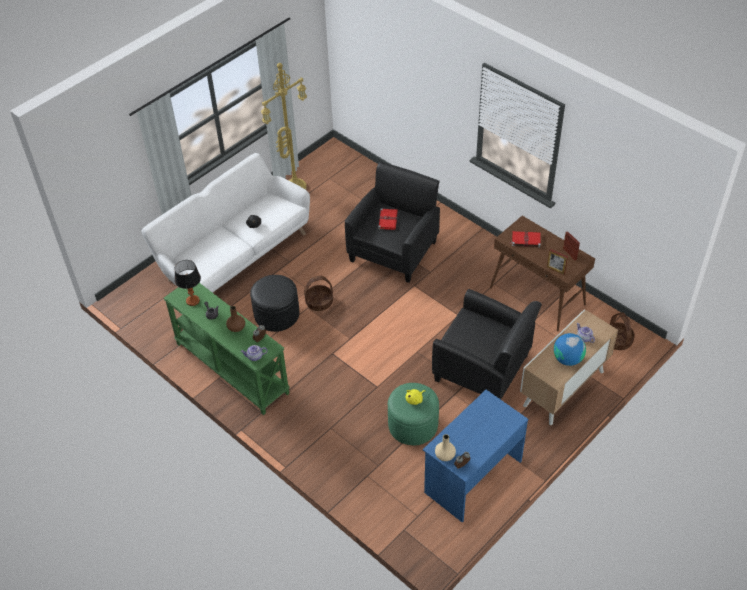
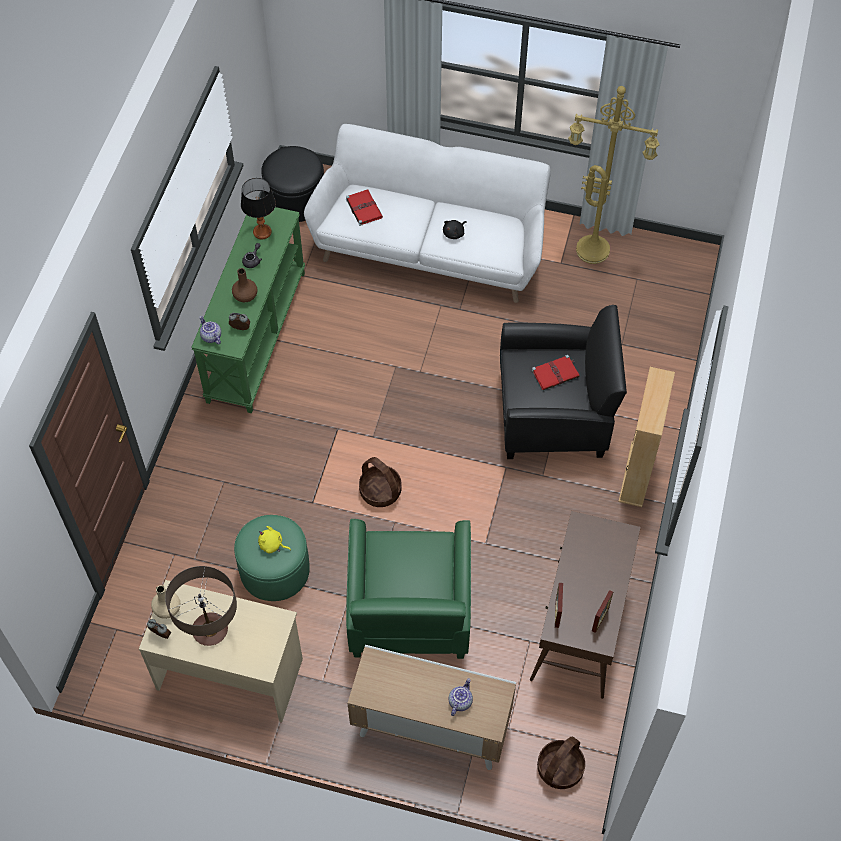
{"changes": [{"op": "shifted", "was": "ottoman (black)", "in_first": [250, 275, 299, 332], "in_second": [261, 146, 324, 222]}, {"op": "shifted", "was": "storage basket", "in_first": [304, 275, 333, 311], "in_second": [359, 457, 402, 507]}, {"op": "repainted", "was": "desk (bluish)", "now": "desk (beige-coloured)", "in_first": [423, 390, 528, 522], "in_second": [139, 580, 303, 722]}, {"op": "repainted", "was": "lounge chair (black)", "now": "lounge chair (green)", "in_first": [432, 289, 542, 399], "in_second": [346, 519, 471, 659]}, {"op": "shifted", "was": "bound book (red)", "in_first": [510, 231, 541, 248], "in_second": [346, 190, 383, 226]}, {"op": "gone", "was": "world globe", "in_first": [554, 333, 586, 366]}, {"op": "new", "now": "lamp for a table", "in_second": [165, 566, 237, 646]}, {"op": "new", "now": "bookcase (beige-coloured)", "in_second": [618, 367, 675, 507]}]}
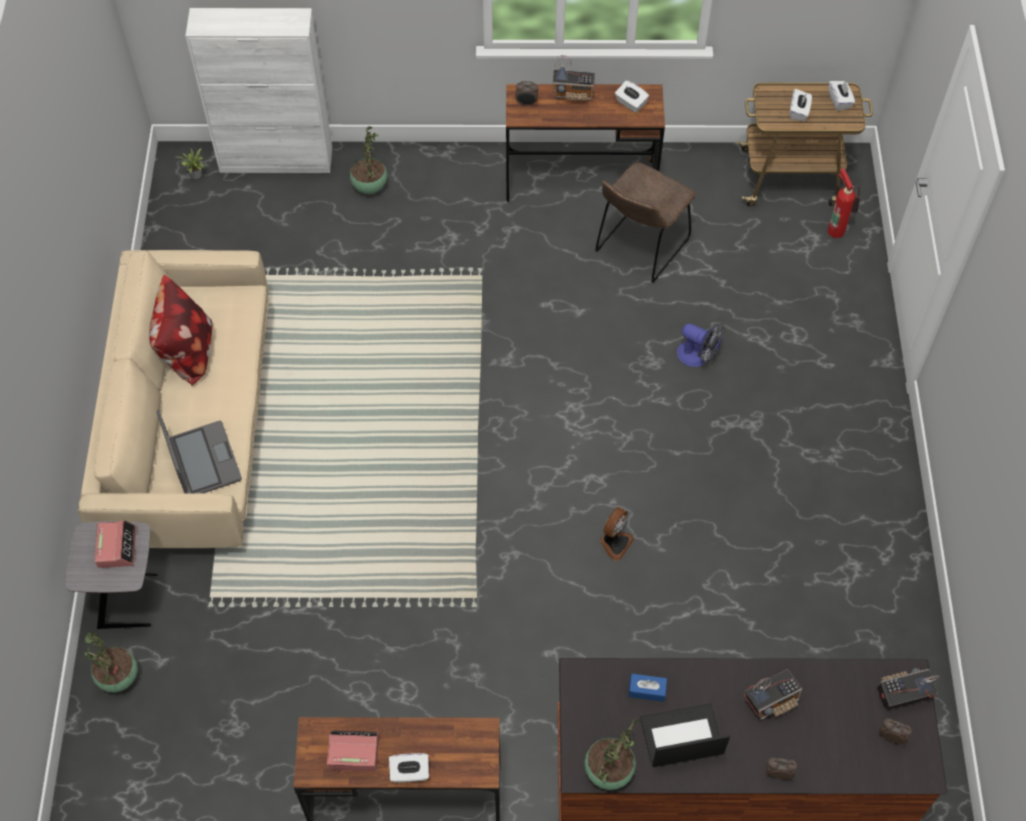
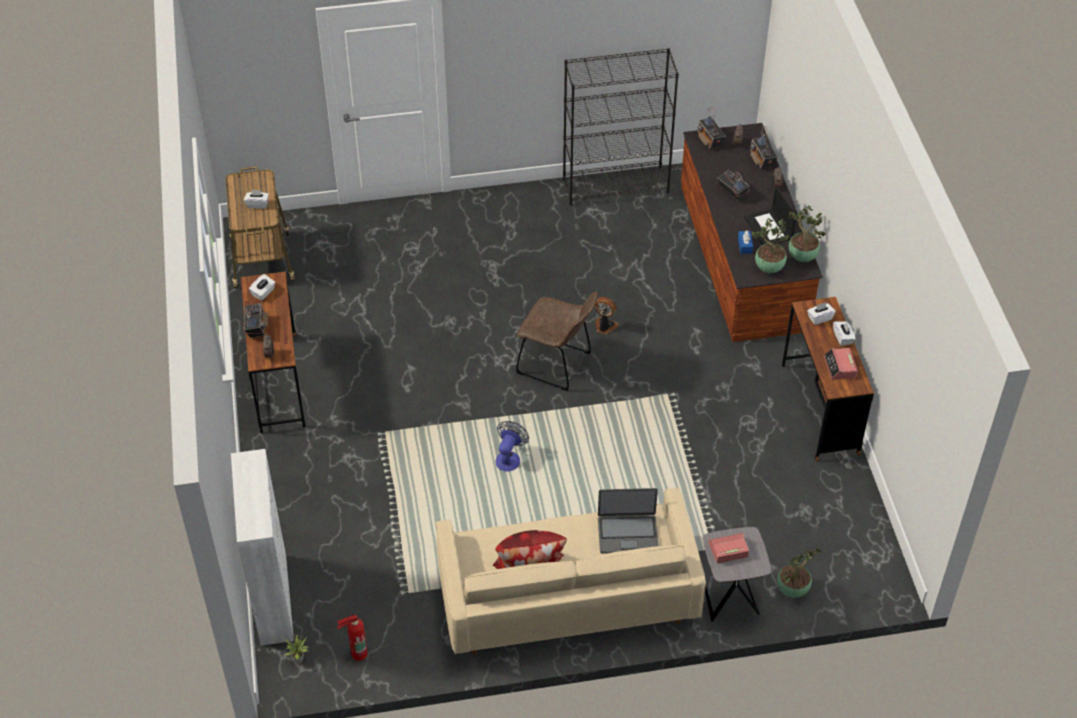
{"changes": [{"op": "rotated", "was": "laptop", "in_first": [157, 410, 242, 494], "in_second": [598, 488, 658, 554], "clockwise": -150}, {"op": "shifted", "was": "plant in a pot", "in_first": [350, 126, 387, 194], "in_second": [752, 218, 789, 273]}, {"op": "shifted", "was": "chair (brown-coloured)", "in_first": [595, 162, 697, 283], "in_second": [516, 292, 598, 391]}, {"op": "shifted", "was": "electric fan", "in_first": [677, 323, 725, 367], "in_second": [496, 421, 529, 472]}, {"op": "shifted", "was": "fire-fighting cylinder", "in_first": [828, 168, 860, 238], "in_second": [337, 613, 368, 661]}, {"op": "shifted", "was": "tissue holder (white-coloured)", "in_first": [829, 80, 855, 111], "in_second": [807, 303, 836, 325]}, {"op": "new", "now": "bookcase (black)", "in_second": [563, 48, 679, 205]}, {"op": "new", "now": "radio", "in_second": [750, 126, 778, 169]}]}
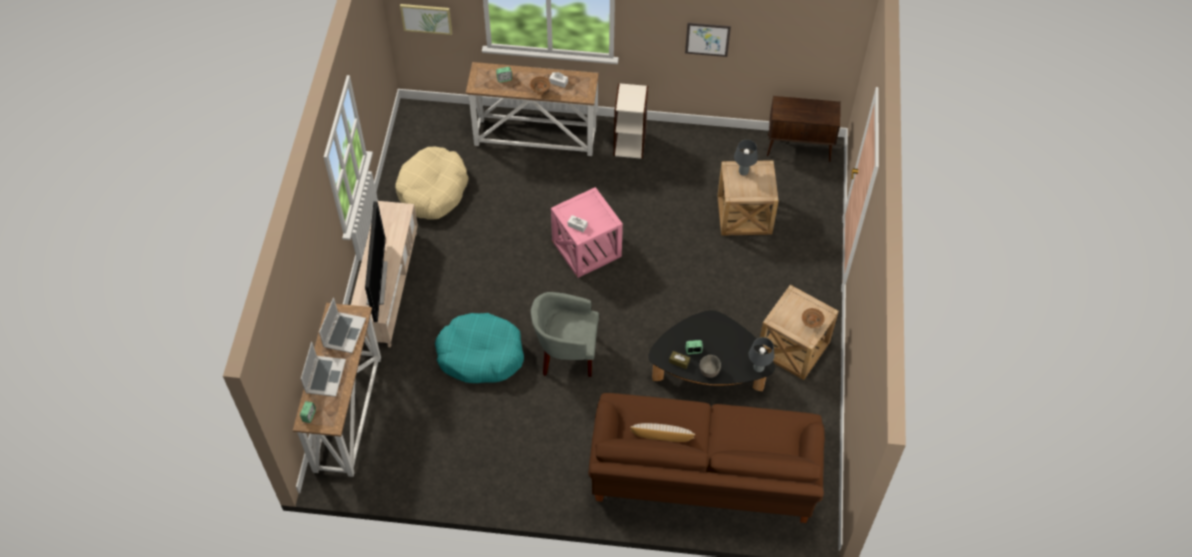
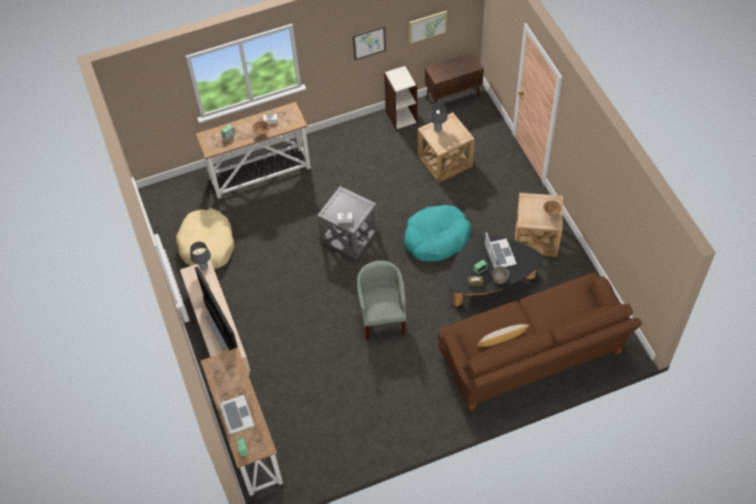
{"changes": [{"op": "shifted", "was": "laptop", "in_first": [319, 297, 366, 353], "in_second": [485, 232, 517, 268]}, {"op": "shifted", "was": "wall art", "in_first": [400, 4, 452, 35], "in_second": [409, 11, 447, 44]}, {"op": "shifted", "was": "dog bed (turquoise-coloured)", "in_first": [435, 313, 524, 383], "in_second": [404, 205, 471, 261]}, {"op": "rotated", "was": "lounge chair (greyish)", "in_first": [531, 292, 599, 377], "in_second": [357, 261, 406, 339], "clockwise": 105}, {"op": "repainted", "was": "side table (pink)", "now": "side table (greyish)", "in_first": [551, 187, 623, 278], "in_second": [317, 186, 378, 260]}, {"op": "shifted", "was": "bookcase", "in_first": [614, 83, 648, 159], "in_second": [384, 65, 417, 130]}, {"op": "shifted", "was": "lamp for a table (greyish)", "in_first": [748, 337, 774, 372], "in_second": [190, 242, 211, 270]}]}
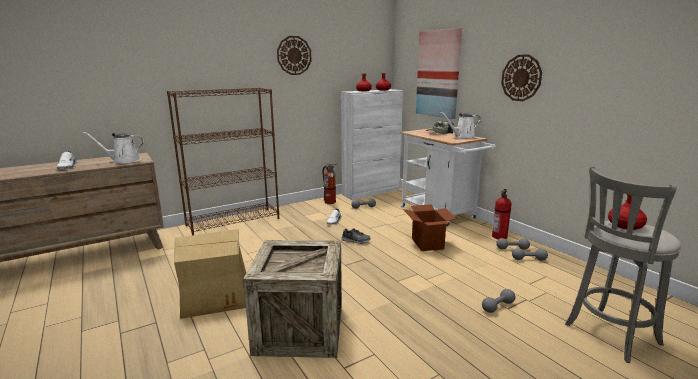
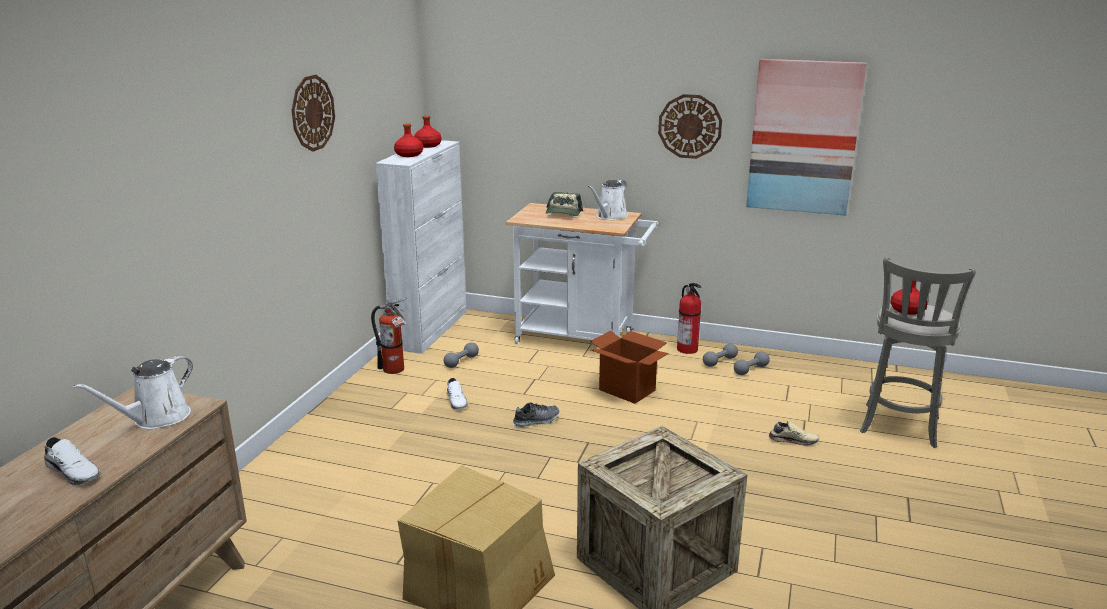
{"changes": [{"op": "gone", "was": "bookcase (brown-coloured)", "in_first": [167, 88, 279, 235]}, {"op": "shifted", "was": "wall art", "in_first": [416, 28, 462, 119], "in_second": [746, 59, 867, 216]}, {"op": "swapped", "was": "dumbbell (greyish)", "now": "low shoe (beige-coloured)", "in_first": [482, 289, 516, 313], "in_second": [768, 421, 820, 446]}]}
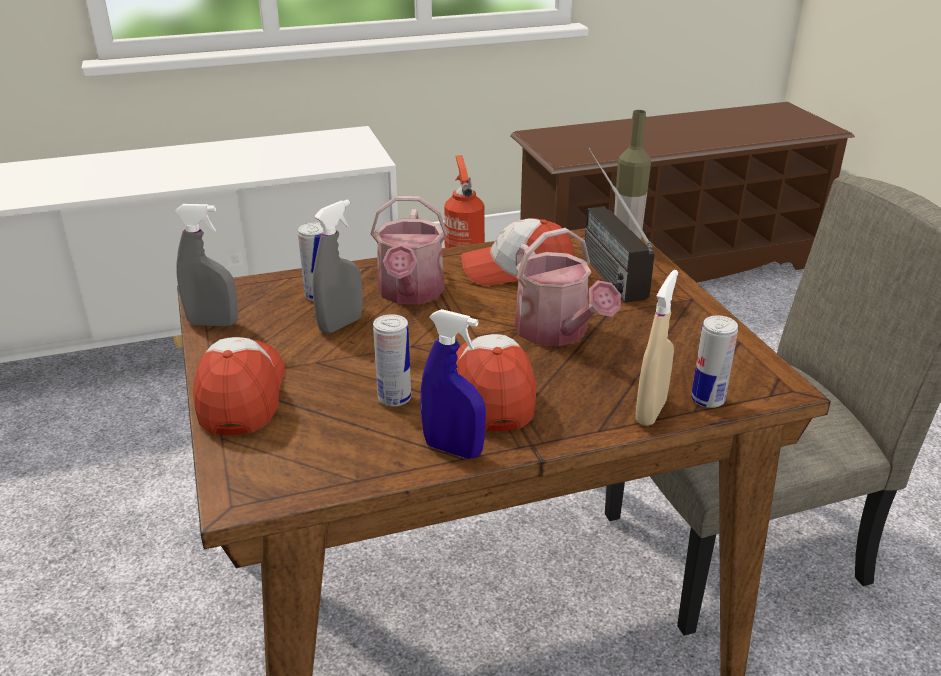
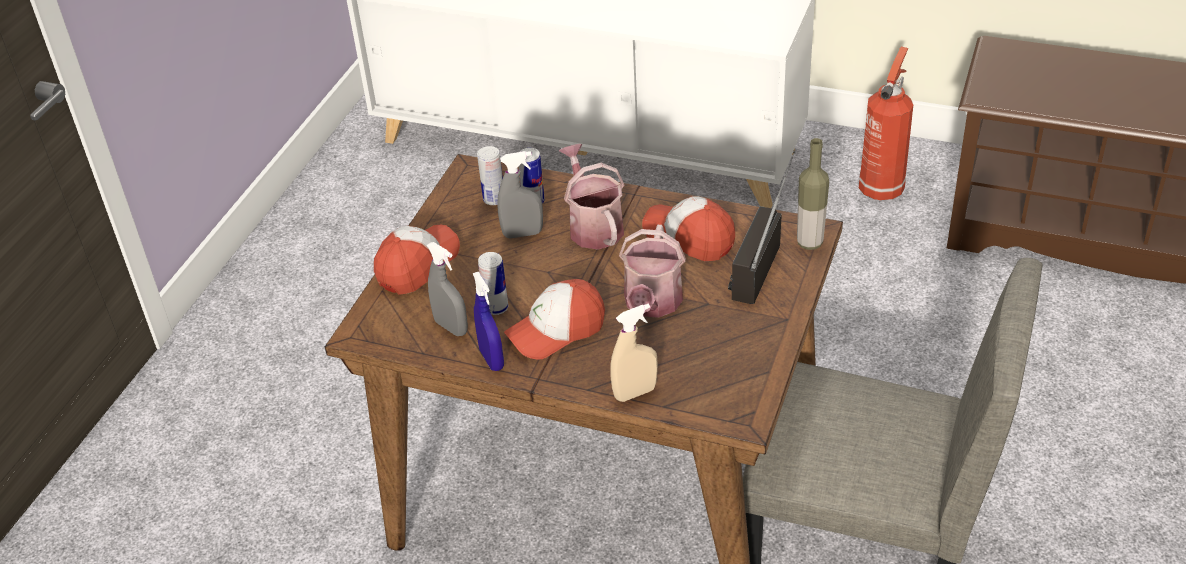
{"changes": [{"op": "shifted", "was": "hand sprayer (greyish)", "in_first": [174, 204, 238, 327], "in_second": [427, 242, 468, 336]}, {"op": "rotated", "was": "sprinkling can", "in_first": [371, 196, 448, 304], "in_second": [559, 143, 624, 250], "clockwise": 120}, {"op": "rotated", "was": "baseball cap", "in_first": [456, 334, 536, 432], "in_second": [504, 279, 605, 360], "clockwise": -150}, {"op": "shifted", "was": "can", "in_first": [691, 315, 738, 408], "in_second": [477, 146, 503, 205]}]}
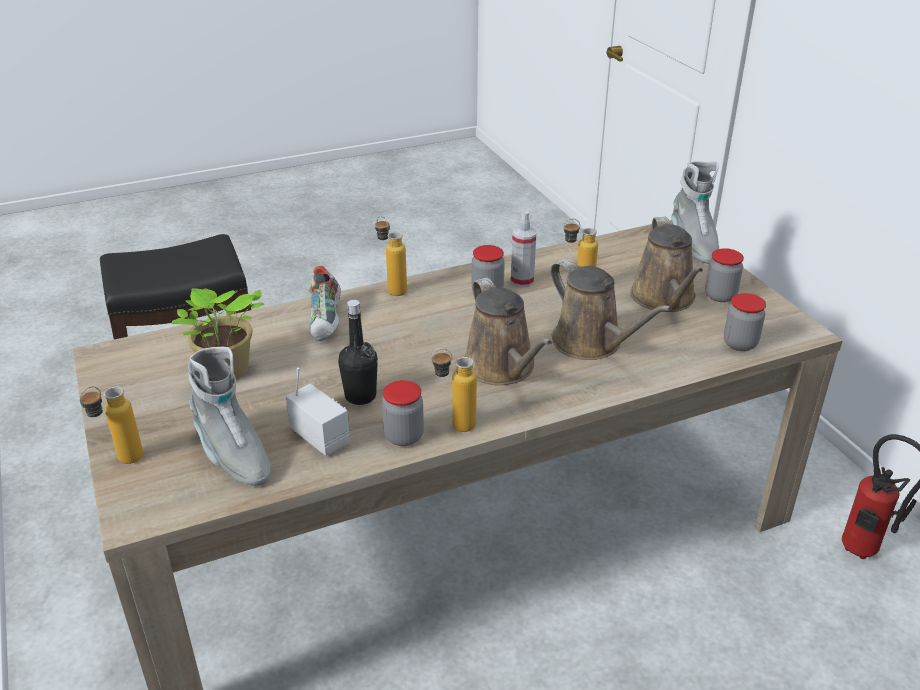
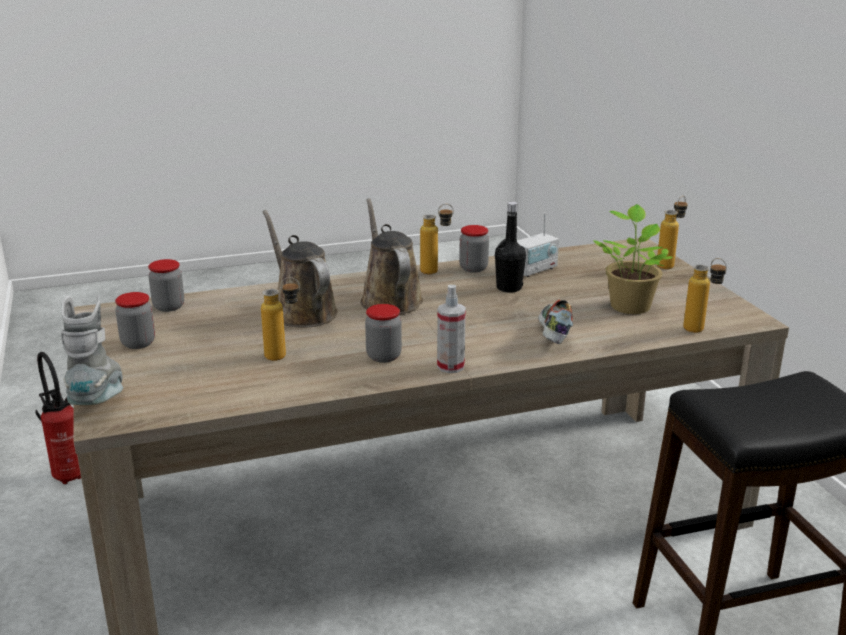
{"changes": [{"op": "gone", "was": "tall boot (greyish)", "in_first": [188, 347, 271, 486]}, {"op": "rotated", "was": "radio", "in_first": [286, 367, 350, 456], "in_second": [517, 213, 559, 277], "clockwise": -90}, {"op": "shifted", "was": "beverage bottle", "in_first": [375, 216, 407, 296], "in_second": [683, 258, 727, 333]}, {"op": "shifted", "was": "hand sprayer", "in_first": [511, 211, 537, 287], "in_second": [437, 285, 466, 373]}, {"op": "gone", "was": "sprinkling can (brown-coloured)", "in_first": [630, 217, 703, 312]}]}
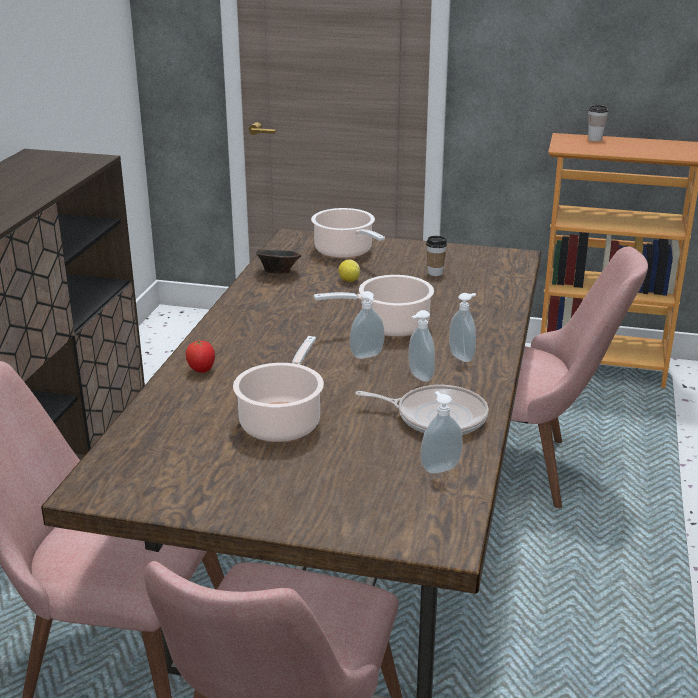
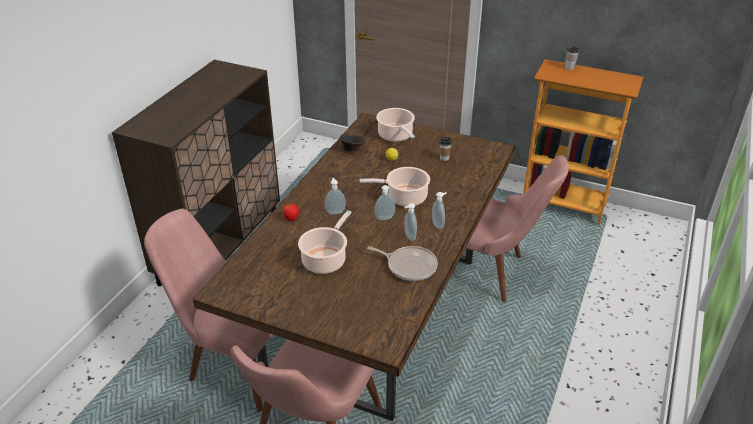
{"changes": [{"op": "shifted", "was": "soap dispenser", "in_first": [421, 391, 463, 474], "in_second": [325, 178, 346, 215]}]}
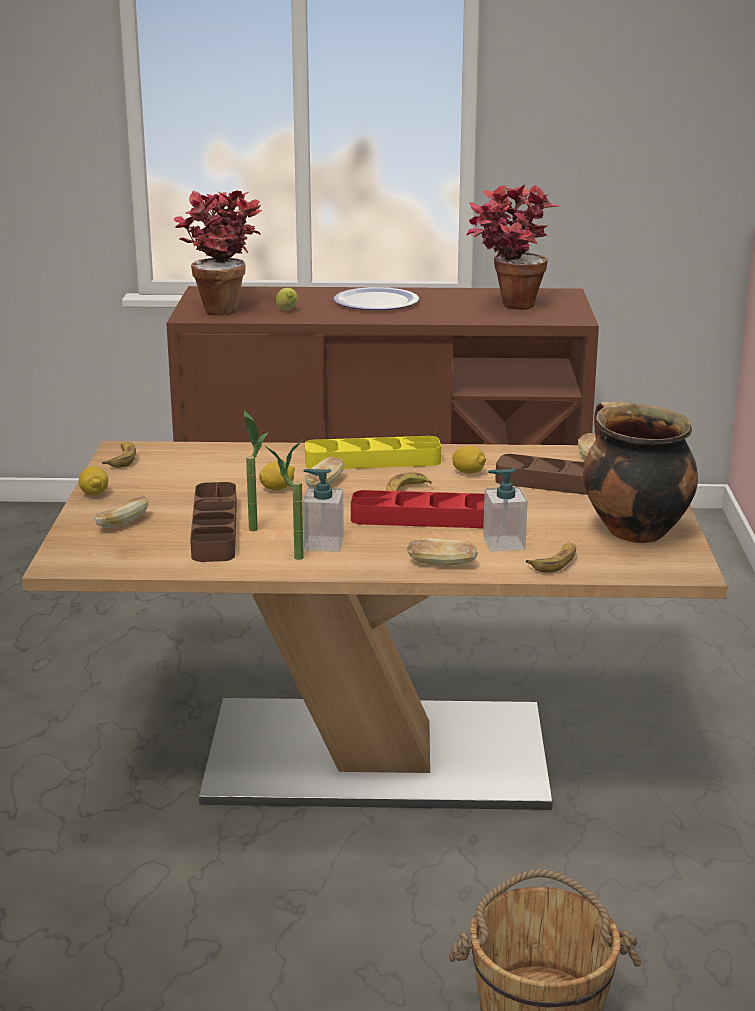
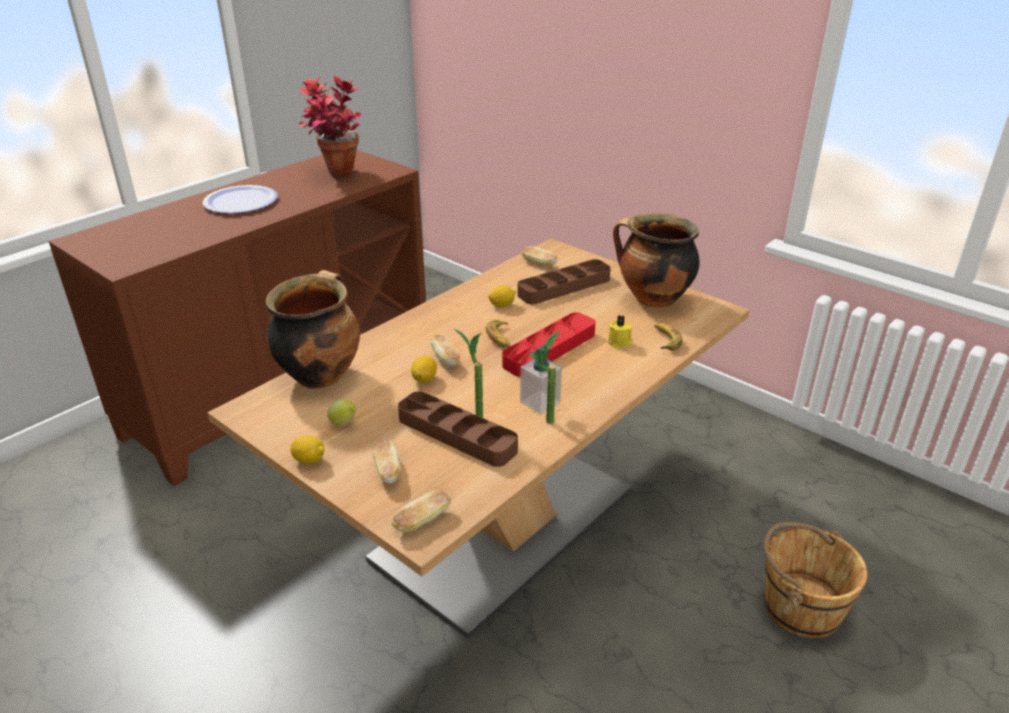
{"changes": [{"op": "gone", "was": "whole banana", "in_first": [102, 442, 136, 468]}, {"op": "gone", "was": "plant in a pot", "in_first": [174, 190, 262, 316]}, {"op": "shifted", "was": "lemon", "in_first": [276, 288, 298, 311], "in_second": [327, 399, 356, 426]}, {"op": "gone", "was": "serving tray (yellowish)", "in_first": [305, 436, 441, 469]}, {"op": "shifted", "was": "bakery bread", "in_first": [407, 538, 478, 566], "in_second": [392, 489, 452, 532]}, {"op": "swapped", "was": "soap dispenser", "now": "wax light (yellowish)", "in_first": [483, 468, 528, 552], "in_second": [607, 315, 633, 348]}, {"op": "new", "now": "cooking pot", "in_second": [265, 270, 360, 389]}]}
